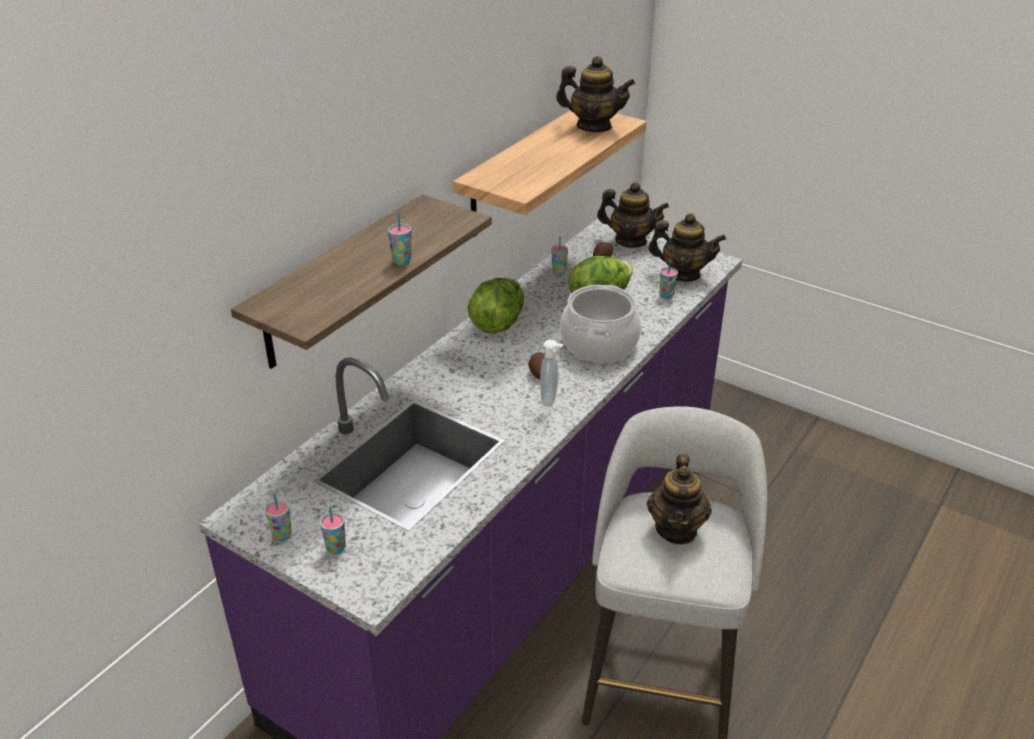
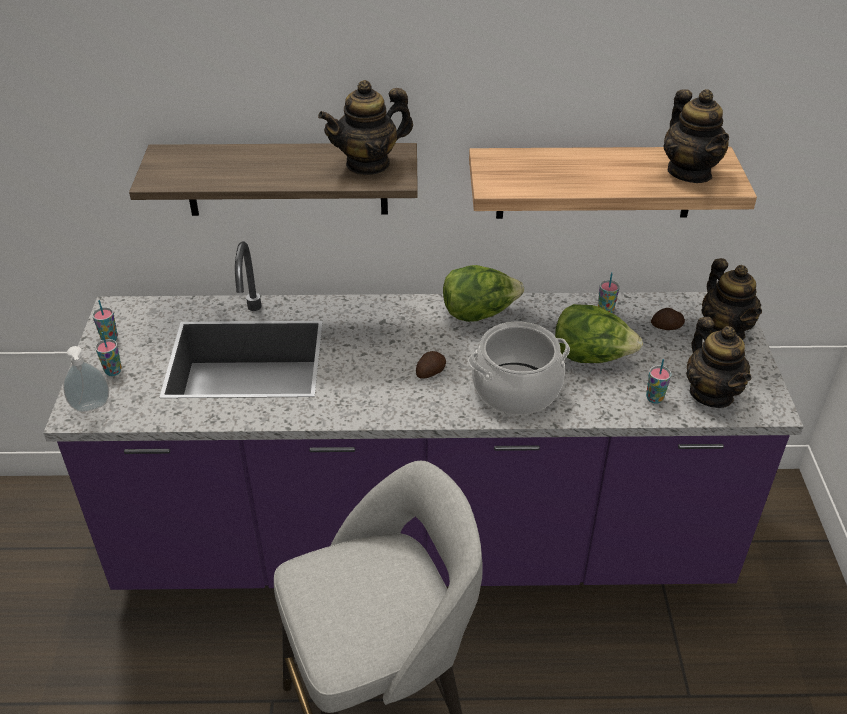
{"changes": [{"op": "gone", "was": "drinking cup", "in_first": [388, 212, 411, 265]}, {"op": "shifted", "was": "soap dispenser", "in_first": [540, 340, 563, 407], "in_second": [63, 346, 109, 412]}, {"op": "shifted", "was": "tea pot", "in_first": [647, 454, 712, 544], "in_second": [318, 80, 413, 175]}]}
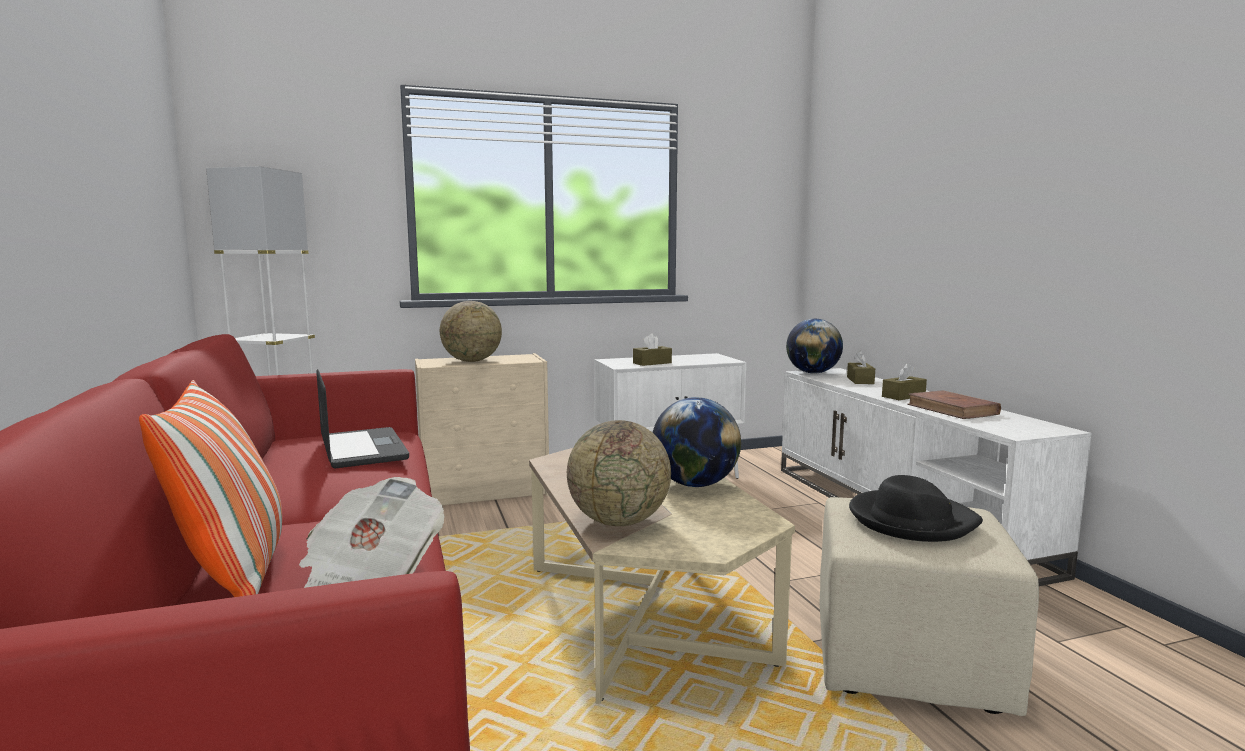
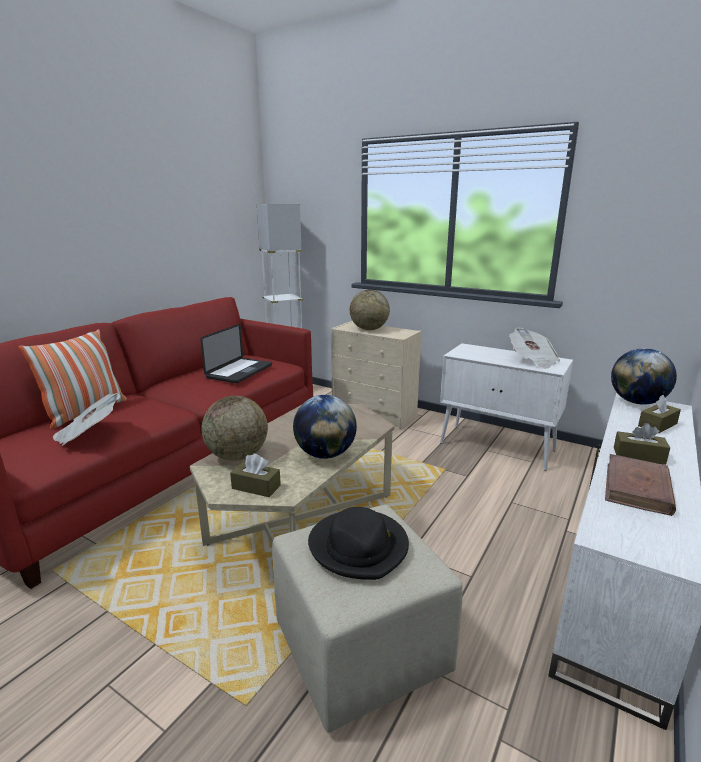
{"changes": [{"op": "shifted", "was": "tissue holder (brown-coloured)", "in_first": [633, 333, 672, 366], "in_second": [230, 454, 281, 497]}, {"op": "new", "now": "printed paper", "in_second": [509, 328, 560, 369]}]}
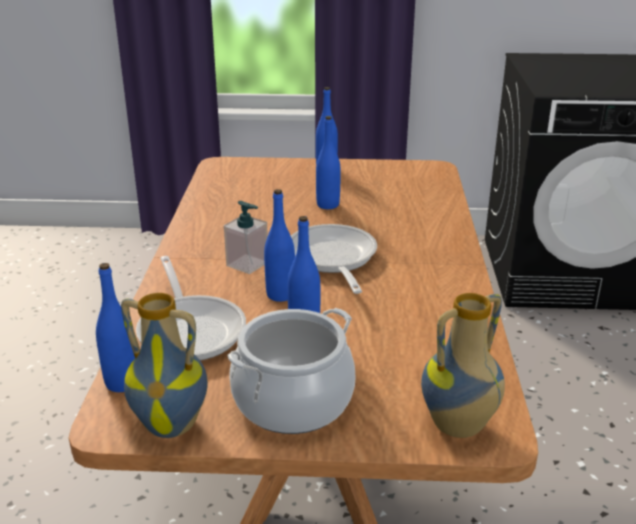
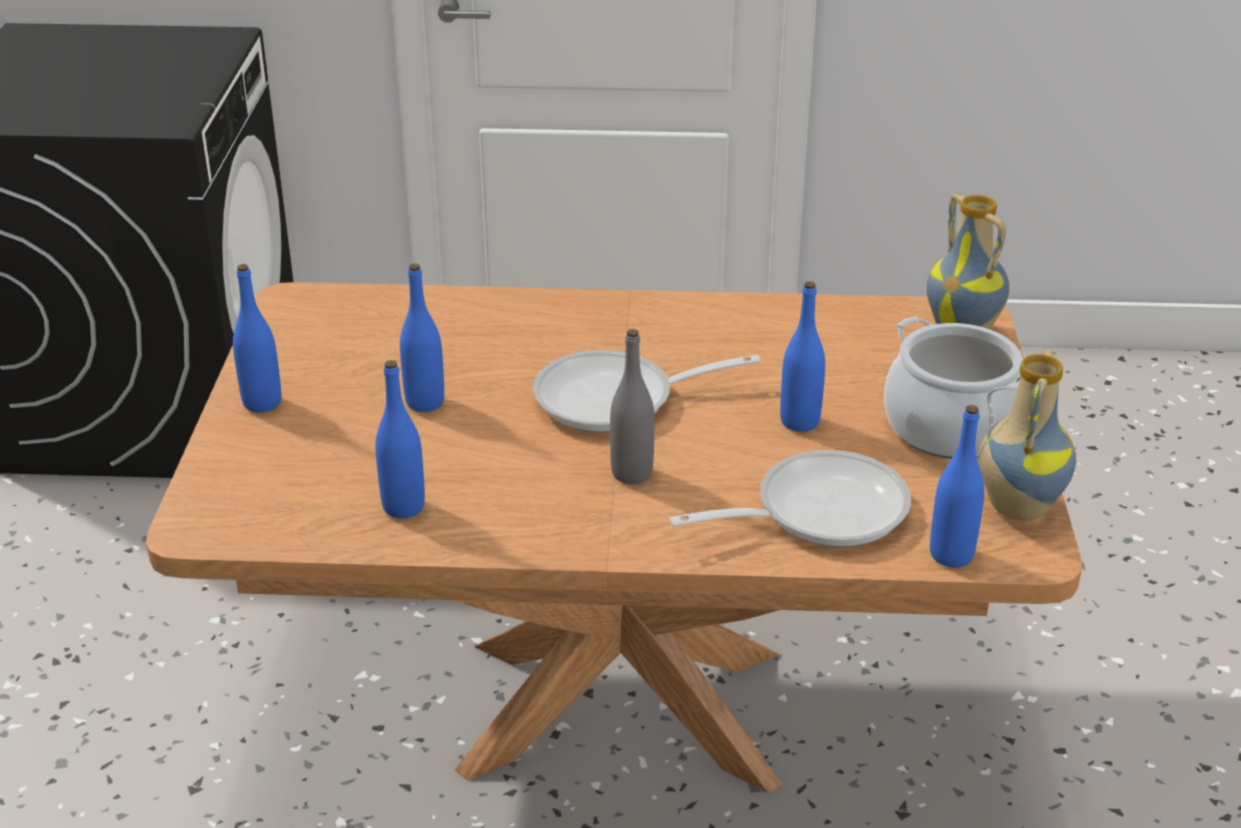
{"changes": [{"op": "swapped", "was": "soap dispenser", "now": "beverage bottle (greyish)", "in_first": [224, 201, 268, 274], "in_second": [610, 329, 655, 484]}, {"op": "shifted", "was": "beverage bottle (bluish)", "in_first": [264, 189, 295, 302], "in_second": [375, 360, 425, 518]}]}
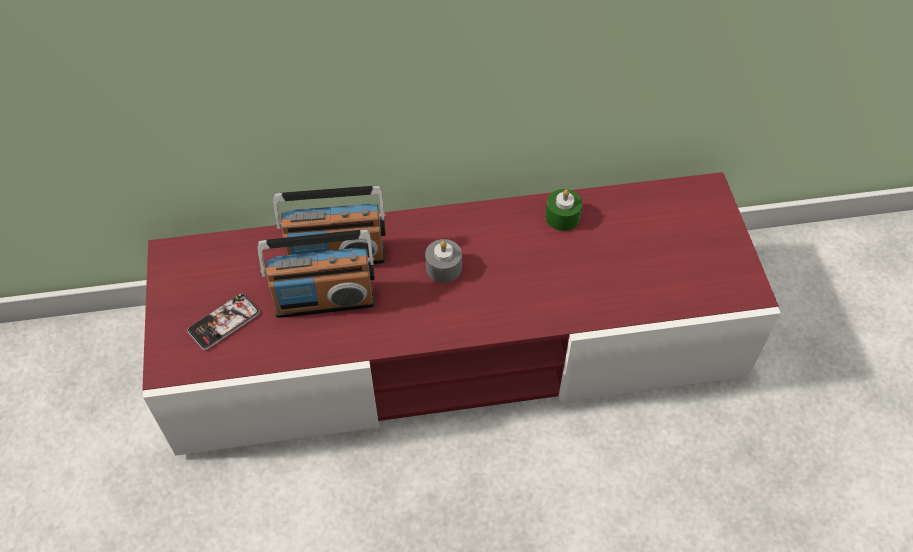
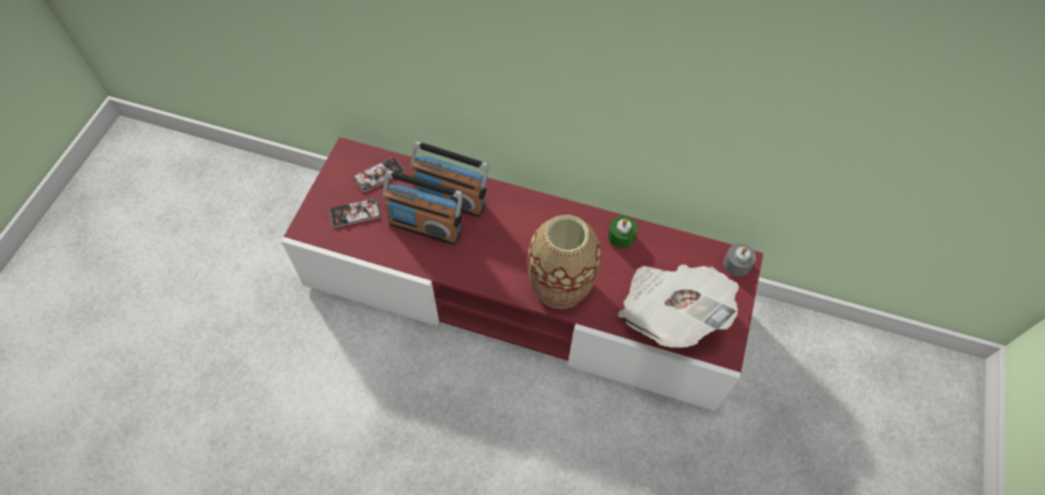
{"changes": [{"op": "shifted", "was": "wax light (greyish)", "in_first": [425, 239, 462, 283], "in_second": [723, 243, 756, 277]}, {"op": "new", "now": "telephone", "in_second": [354, 157, 404, 192]}, {"op": "new", "now": "vase", "in_second": [527, 215, 601, 309]}, {"op": "new", "now": "printed paper", "in_second": [618, 264, 739, 348]}]}
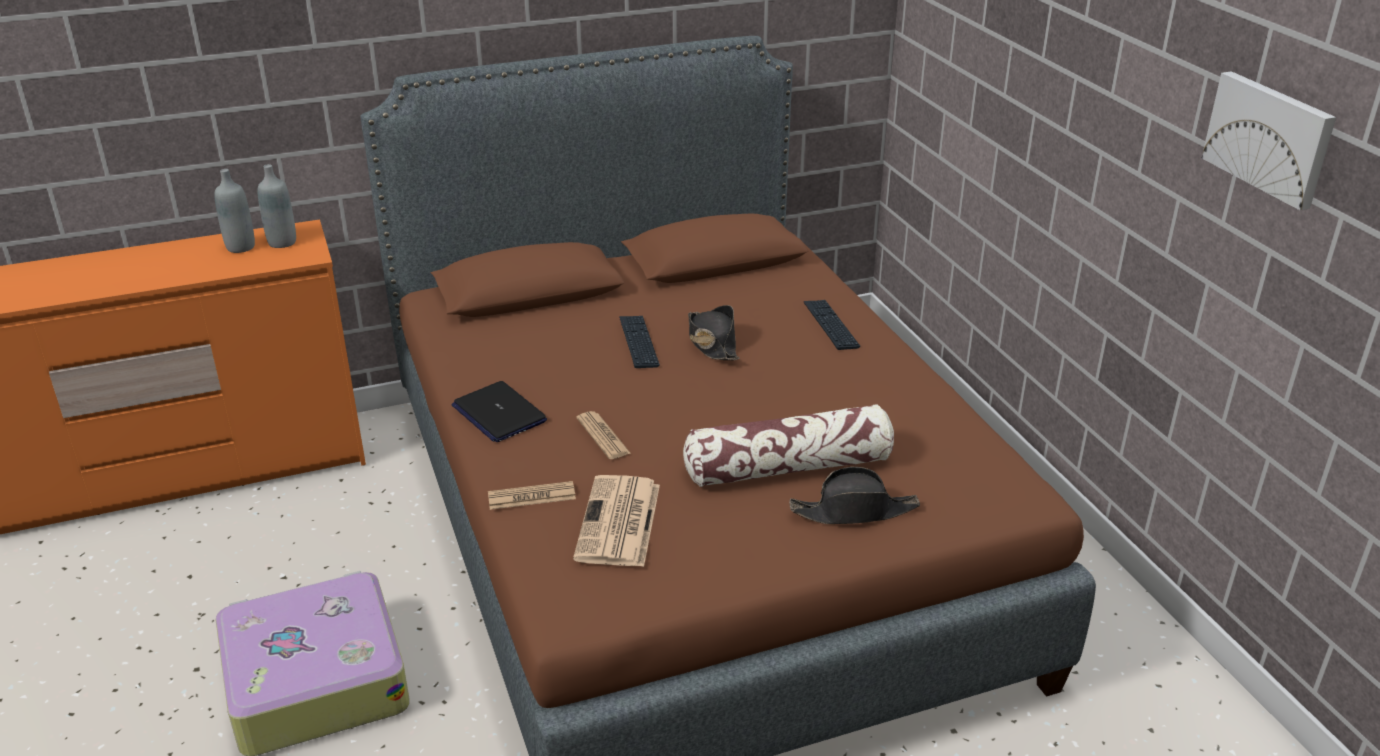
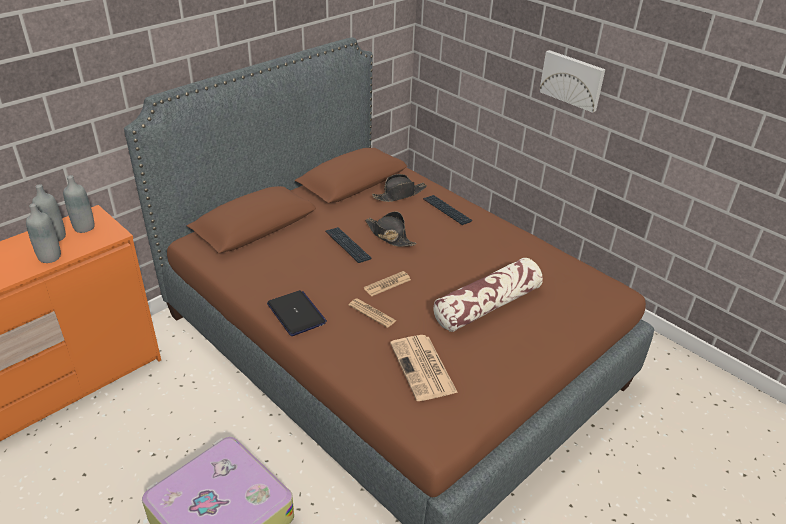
{"changes": [{"op": "rotated", "was": "laptop", "in_first": [452, 381, 547, 442], "in_second": [267, 290, 327, 336], "clockwise": -150}, {"op": "shifted", "was": "printed paper", "in_first": [488, 481, 576, 510], "in_second": [364, 271, 411, 296]}, {"op": "shifted", "was": "hat (black)", "in_first": [789, 467, 920, 524], "in_second": [372, 174, 427, 202]}, {"op": "shifted", "was": "wall art", "in_first": [1202, 71, 1336, 210], "in_second": [539, 50, 605, 113]}, {"op": "new", "now": "beverage bottle (greyish)", "in_second": [26, 203, 61, 263]}]}
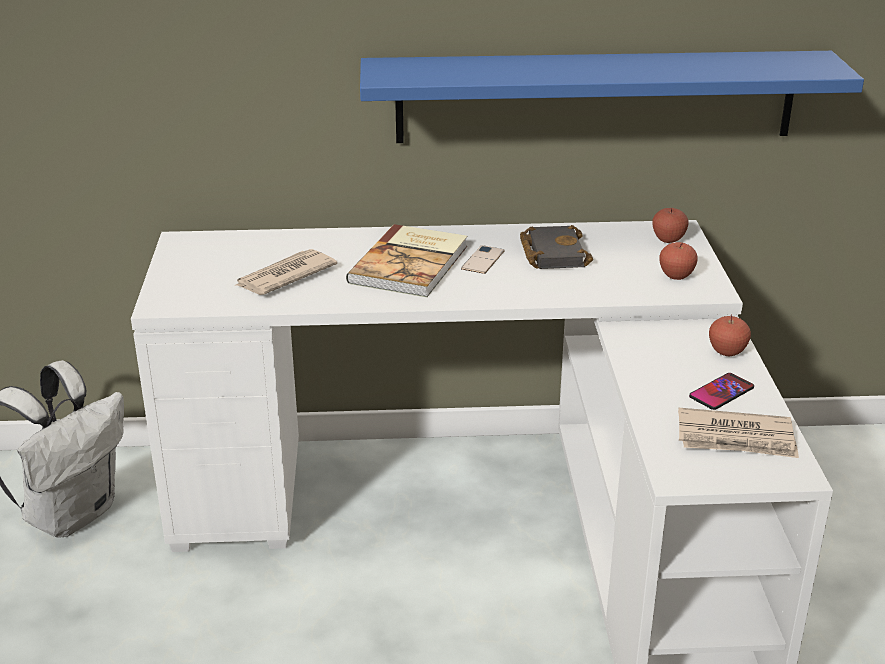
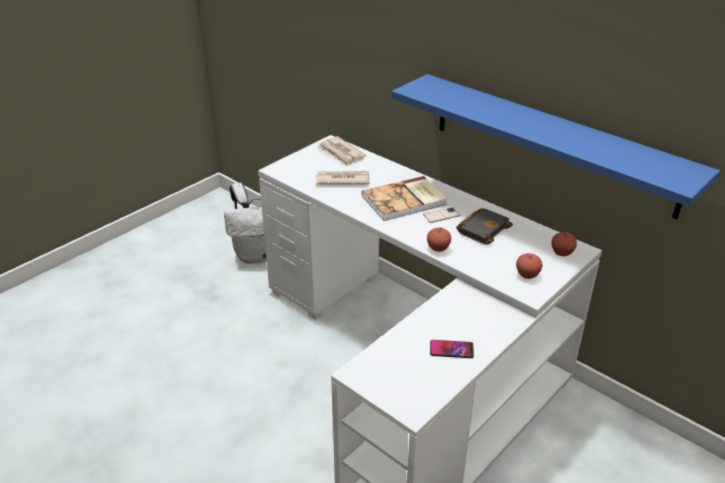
{"changes": [{"op": "shifted", "was": "printed paper", "in_first": [678, 408, 799, 458], "in_second": [317, 136, 366, 166]}, {"op": "shifted", "was": "whole apple", "in_first": [709, 314, 751, 356], "in_second": [427, 228, 451, 252]}]}
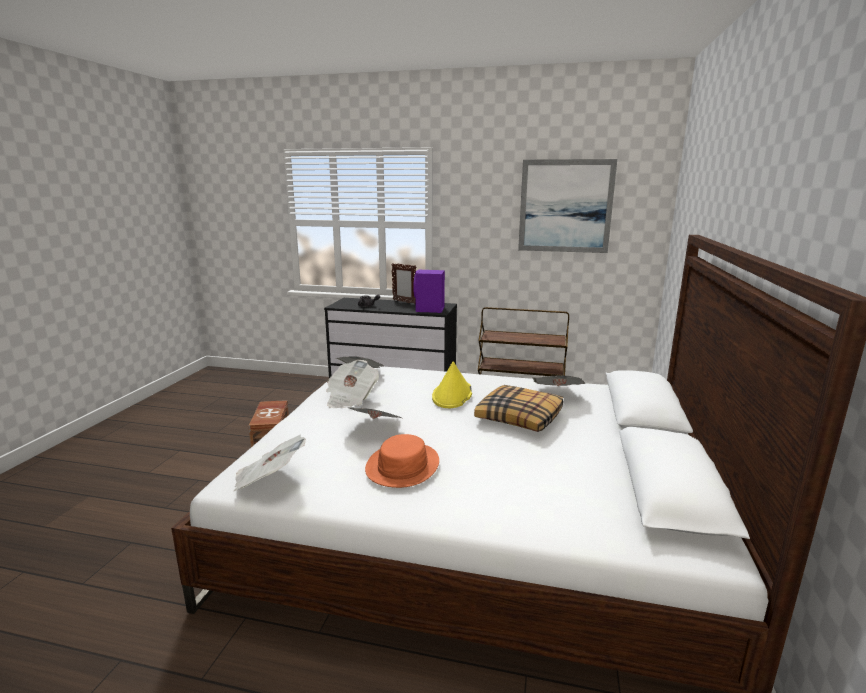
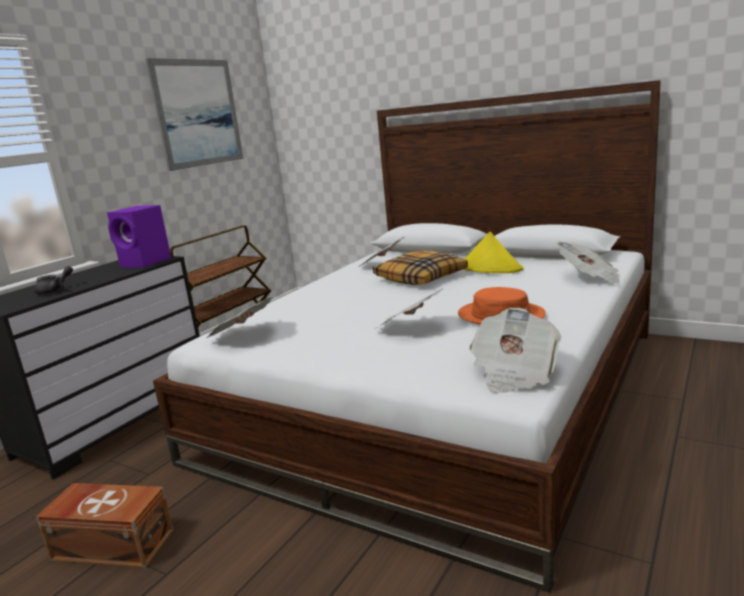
{"changes": [{"op": "shifted", "was": "printed paper", "in_first": [326, 360, 379, 408], "in_second": [557, 242, 620, 284]}, {"op": "gone", "was": "picture frame", "in_first": [391, 263, 416, 304]}, {"op": "shifted", "was": "hat (yellowish)", "in_first": [432, 361, 472, 408], "in_second": [463, 232, 524, 273]}]}
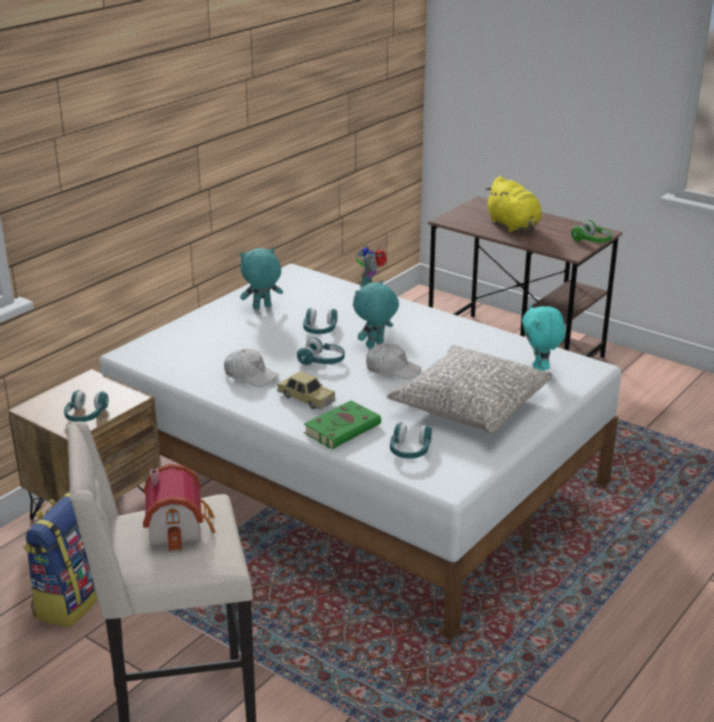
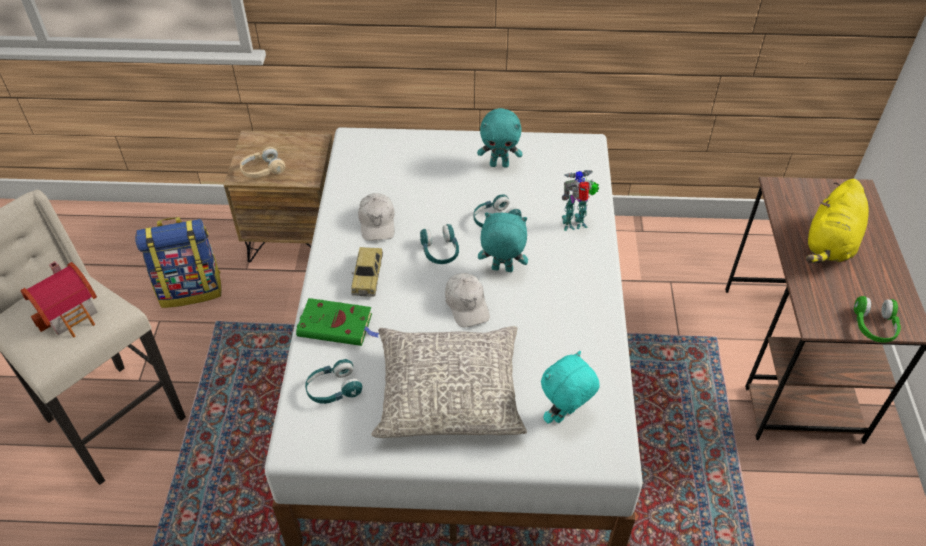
{"changes": [{"op": "repainted", "was": "headphones (turquoise-coloured)", "now": "headphones (beige-coloured)", "in_first": [64, 390, 109, 422], "in_second": [240, 147, 285, 178]}, {"op": "rotated", "was": "plush toy (turquoise-coloured)", "in_first": [240, 248, 283, 309], "in_second": [477, 108, 522, 167], "clockwise": 150}]}
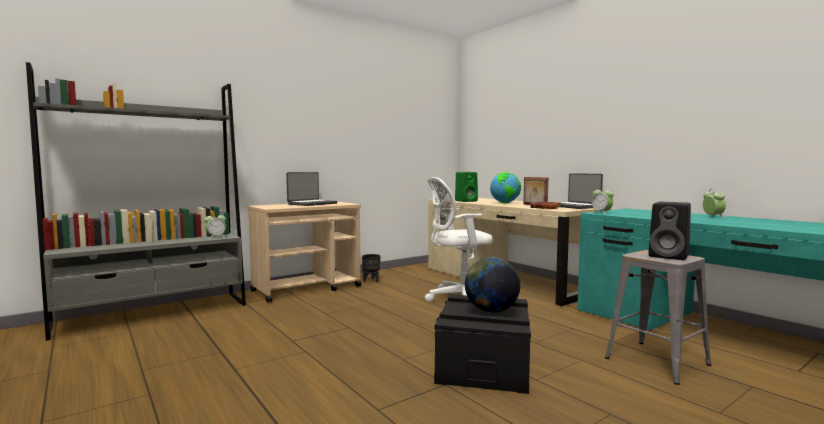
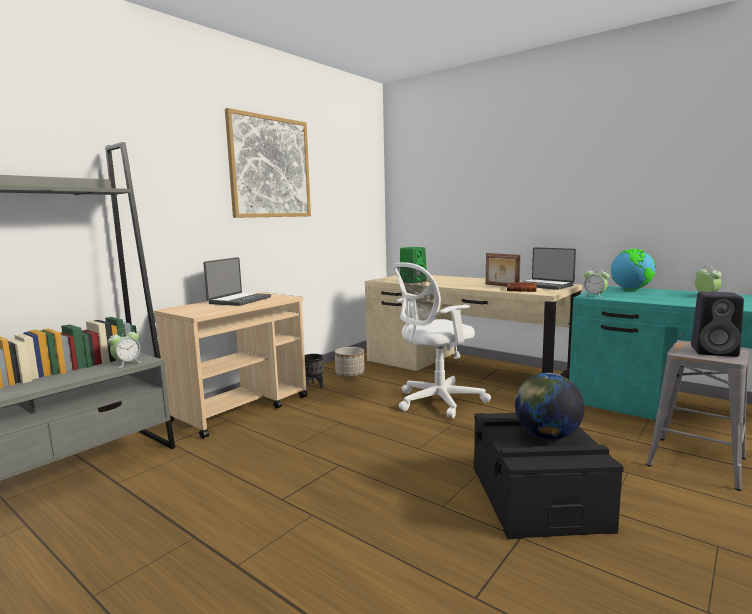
{"changes": [{"op": "shifted", "was": "world globe", "in_first": [490, 172, 521, 203], "in_second": [611, 249, 656, 290]}, {"op": "new", "now": "wall art", "in_second": [225, 108, 311, 218]}, {"op": "new", "now": "planter", "in_second": [335, 347, 365, 377]}]}
